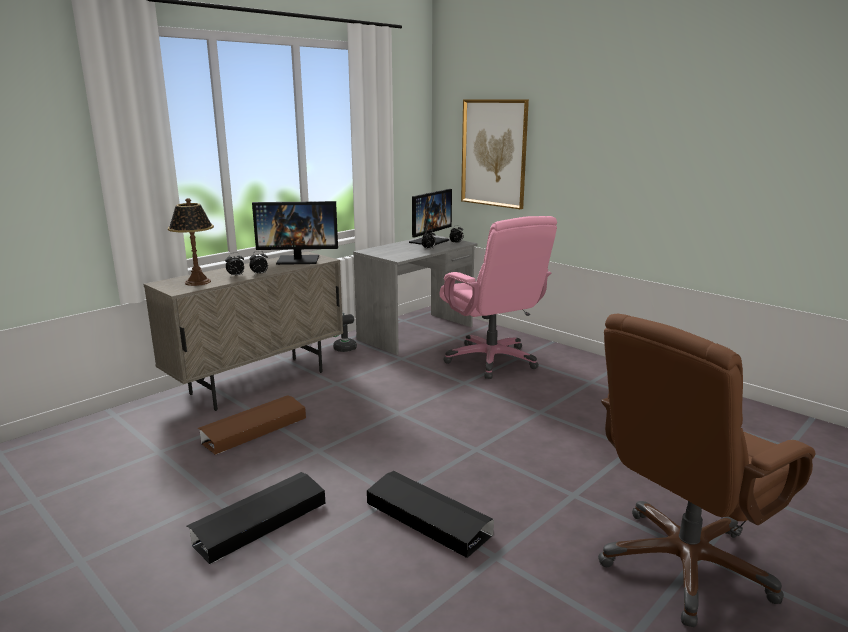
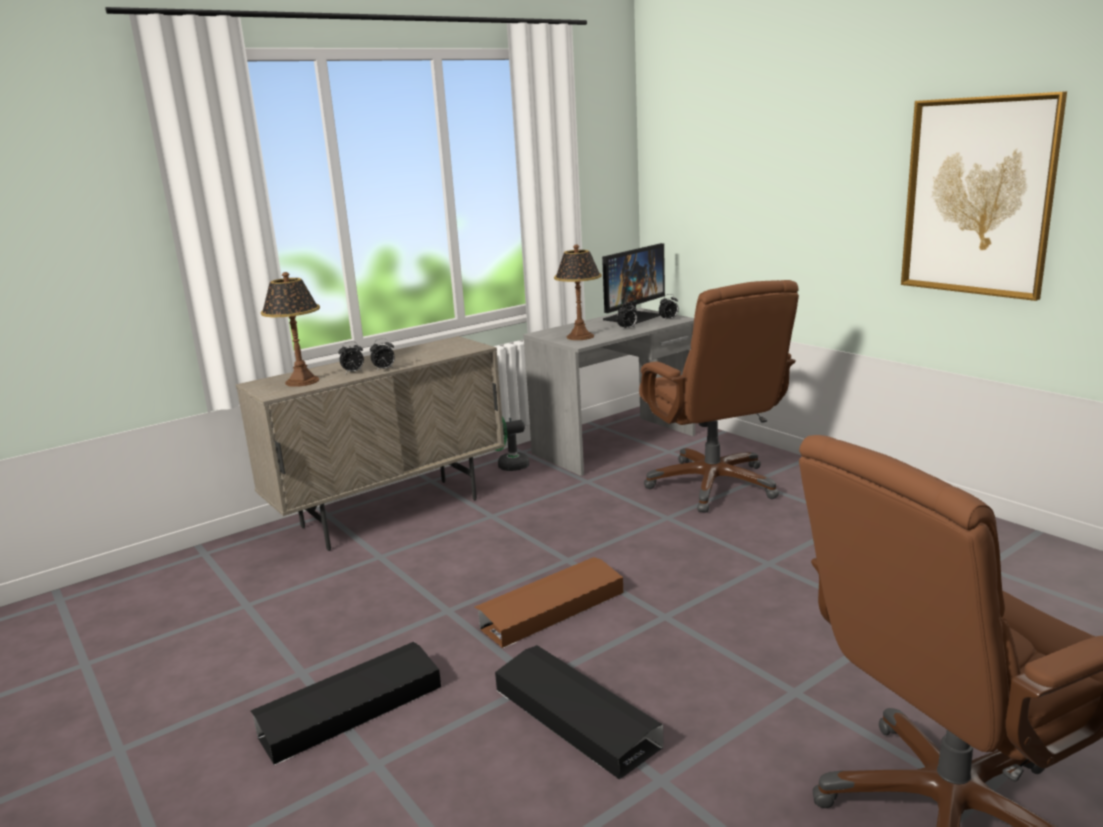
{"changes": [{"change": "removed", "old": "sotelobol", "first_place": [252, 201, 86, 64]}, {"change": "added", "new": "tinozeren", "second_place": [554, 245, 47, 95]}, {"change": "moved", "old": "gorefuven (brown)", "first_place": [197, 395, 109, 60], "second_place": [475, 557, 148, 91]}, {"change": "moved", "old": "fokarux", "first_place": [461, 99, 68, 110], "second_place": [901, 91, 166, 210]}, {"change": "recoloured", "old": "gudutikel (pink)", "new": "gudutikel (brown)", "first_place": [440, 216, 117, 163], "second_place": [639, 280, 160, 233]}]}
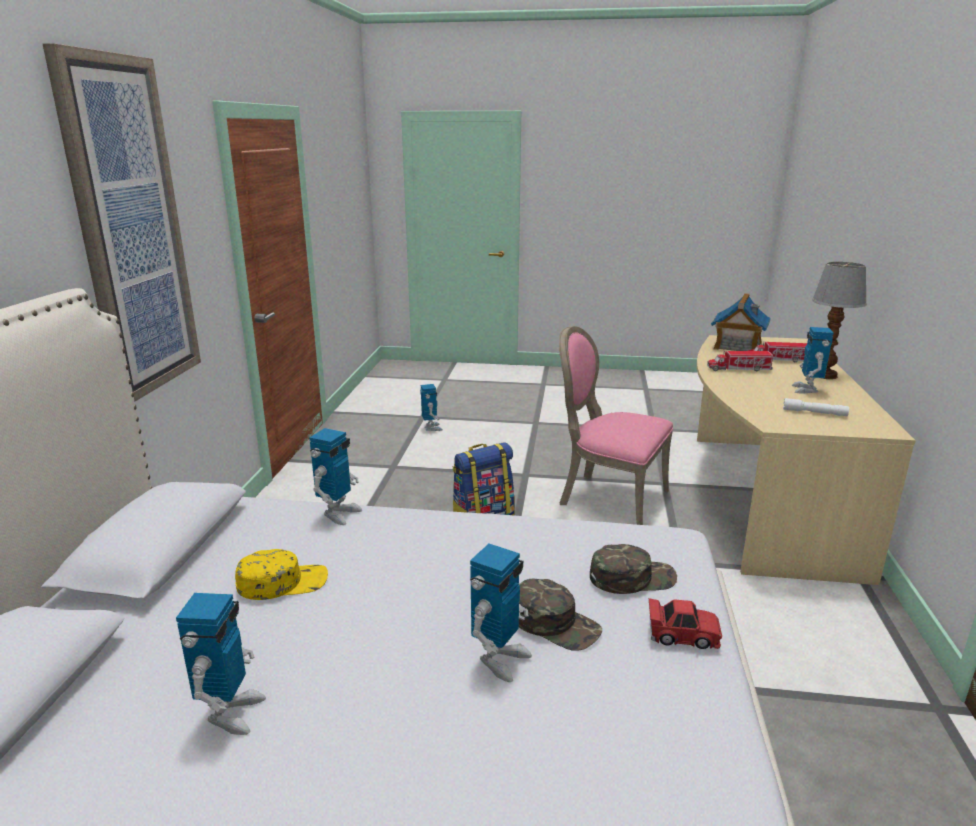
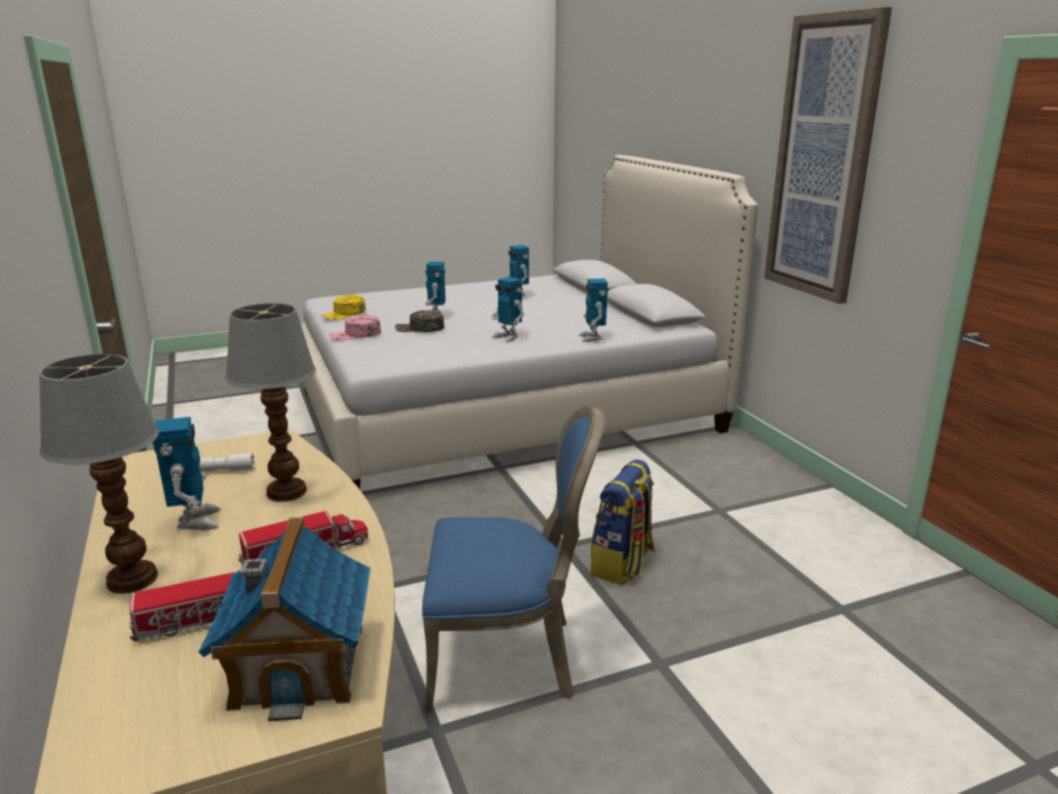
{"changes": [{"change": "removed", "old": "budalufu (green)", "first_place": [590, 544, 87, 50]}, {"change": "added", "new": "tinozeren", "second_place": [225, 303, 91, 199]}, {"change": "moved", "old": "budalufu (yellow)", "first_place": [235, 549, 93, 51], "second_place": [321, 295, 45, 25]}, {"change": "moved", "old": "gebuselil", "first_place": [420, 384, 23, 47], "second_place": [492, 277, 32, 65]}, {"change": "replaced", "old": "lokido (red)", "new": "budalufu (pink)", "first_place": [649, 598, 73, 51], "second_place": [329, 315, 52, 25]}, {"change": "recoloured", "old": "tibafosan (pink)", "new": "tibafosan (blue)", "first_place": [559, 326, 114, 199], "second_place": [422, 406, 183, 308]}]}
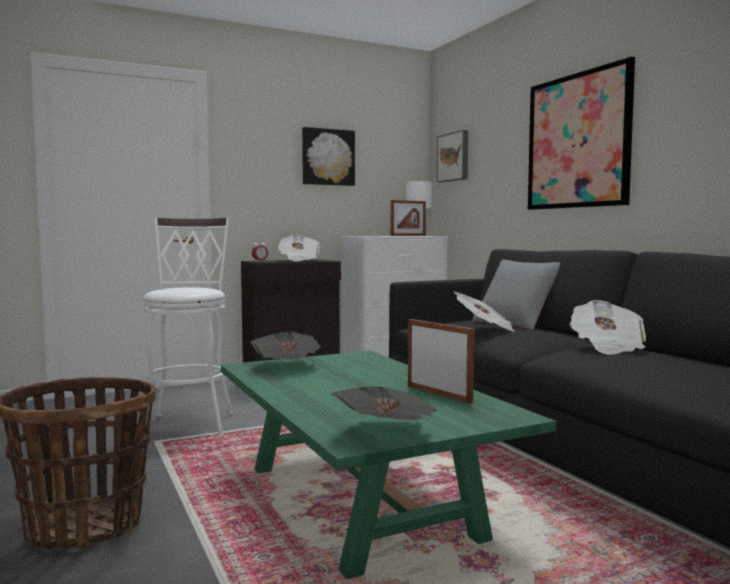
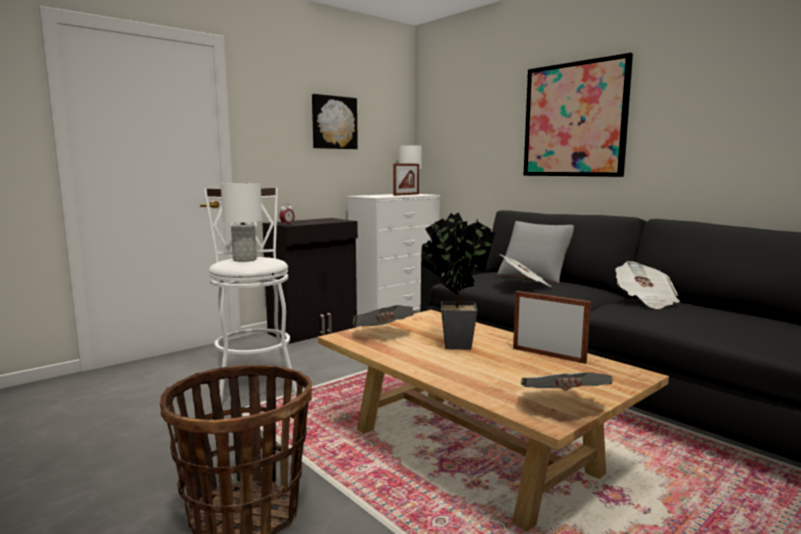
{"changes": [{"change": "removed", "old": "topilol", "first_place": [277, 235, 43, 26]}, {"change": "removed", "old": "fokarux", "first_place": [437, 130, 31, 52]}, {"change": "added", "new": "tinozeren (white)", "second_place": [221, 183, 41, 79]}, {"change": "added", "new": "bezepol", "second_place": [422, 212, 73, 138]}, {"change": "recoloured", "old": "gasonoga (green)", "new": "gasonoga (beige)", "first_place": [221, 351, 335, 228], "second_place": [318, 310, 351, 222]}]}
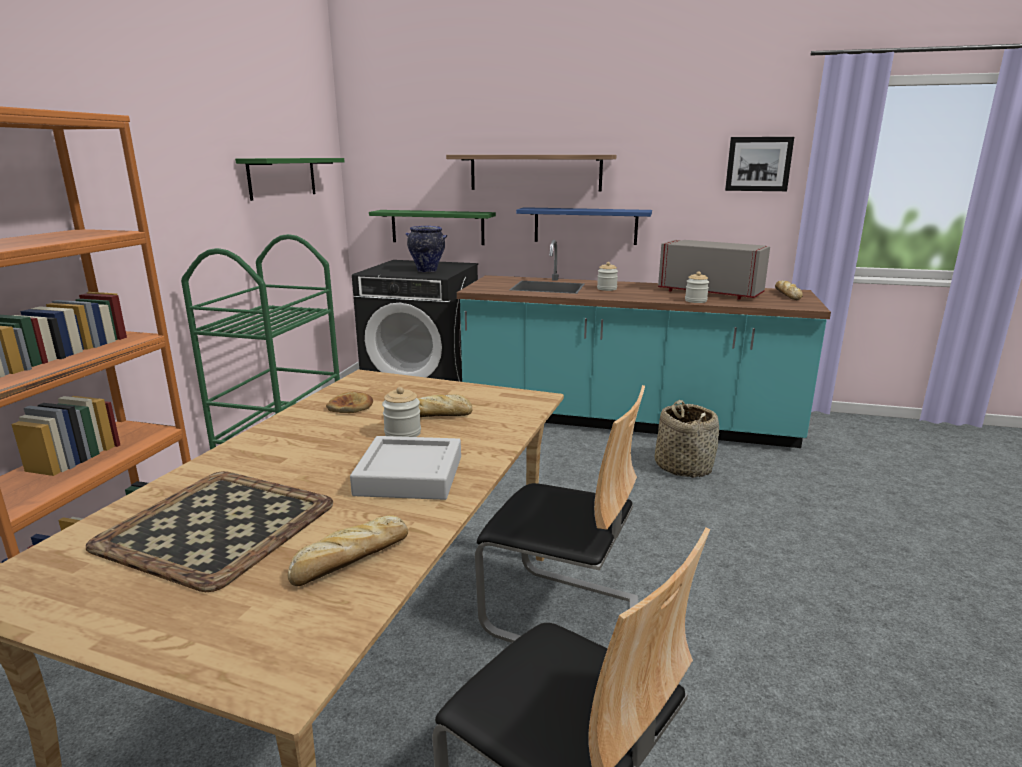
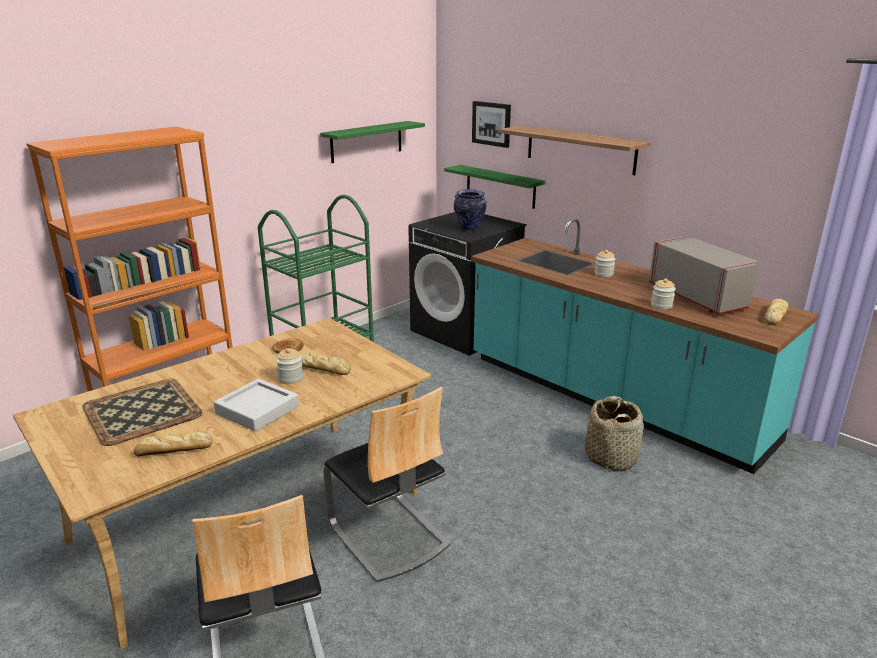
{"changes": [{"change": "removed", "old": "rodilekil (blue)", "first_place": [516, 207, 136, 38]}, {"change": "moved", "old": "fokarux", "first_place": [725, 137, 69, 54], "second_place": [472, 101, 39, 47]}]}
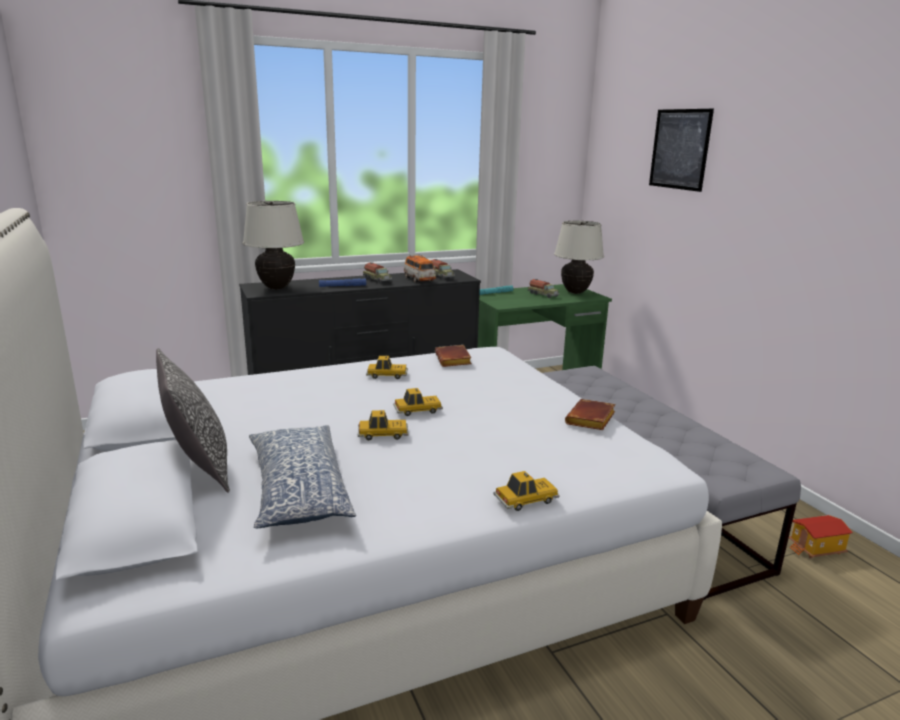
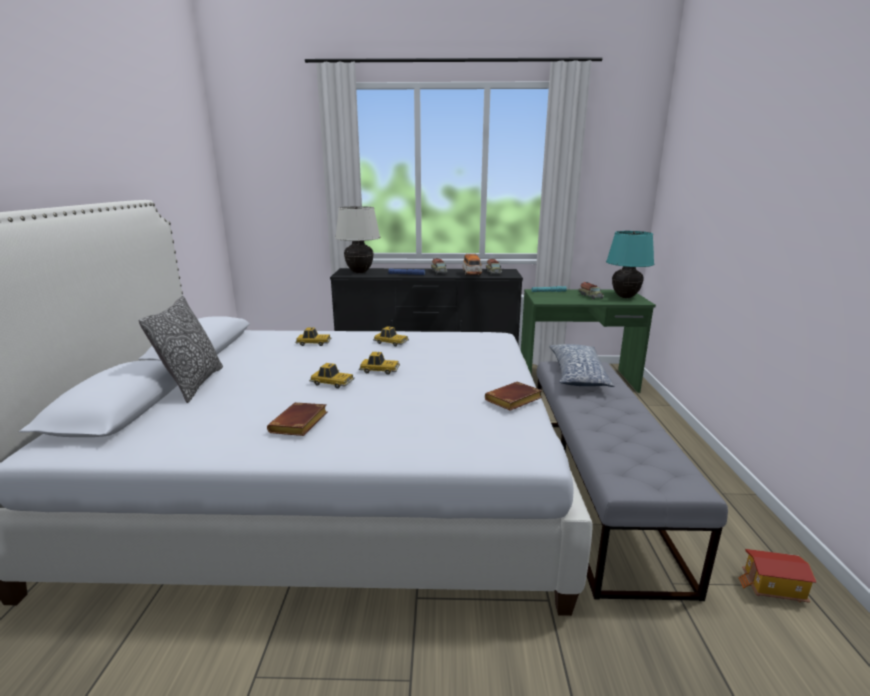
{"changes": [{"change": "removed", "old": "fokarux", "first_place": [649, 109, 65, 83]}, {"change": "moved", "old": "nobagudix", "first_place": [249, 425, 107, 104], "second_place": [549, 344, 65, 43]}, {"change": "moved", "old": "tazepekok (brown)", "first_place": [435, 345, 37, 22], "second_place": [267, 402, 60, 34]}, {"change": "moved", "old": "lokido", "first_place": [493, 471, 67, 40], "second_place": [295, 327, 36, 19]}, {"change": "recoloured", "old": "tinozeren (beige)", "new": "tinozeren (turquoise)", "first_place": [554, 221, 50, 73], "second_place": [606, 231, 49, 67]}]}
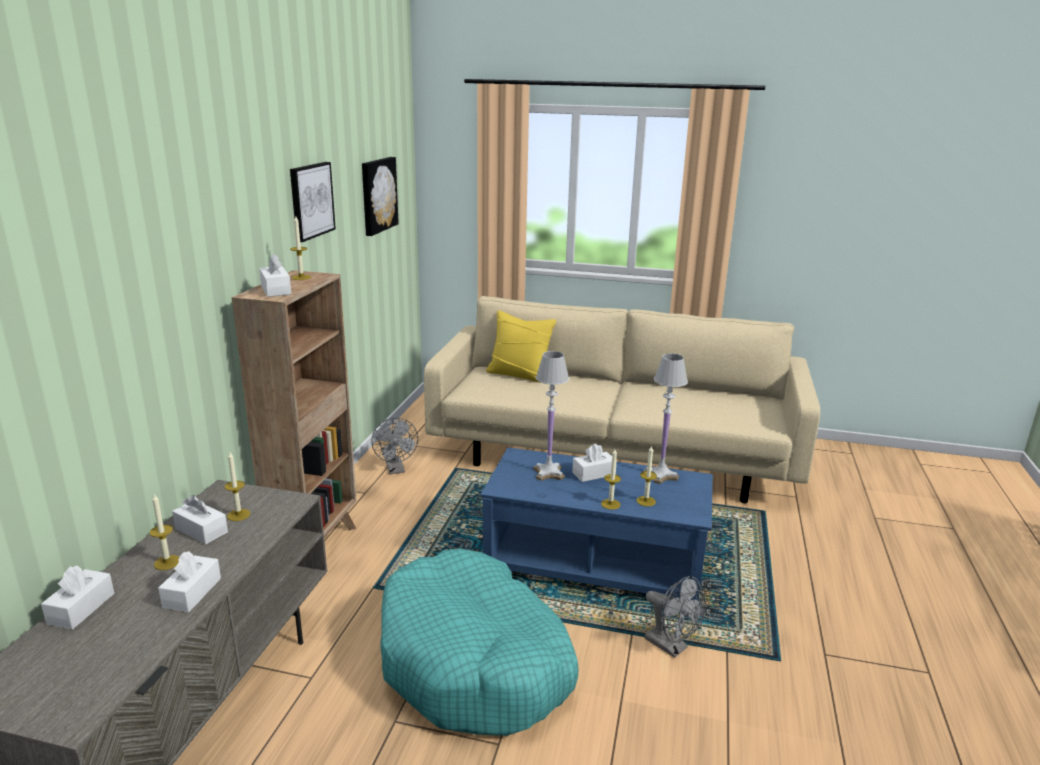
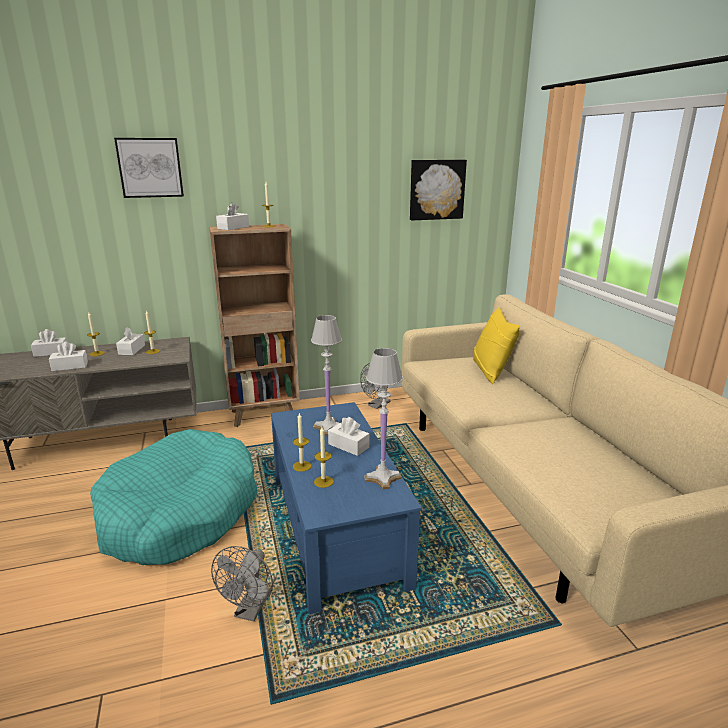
{"changes": [{"change": "moved", "old": "fokarux", "first_place": [290, 162, 46, 80], "second_place": [114, 138, 70, 60]}]}
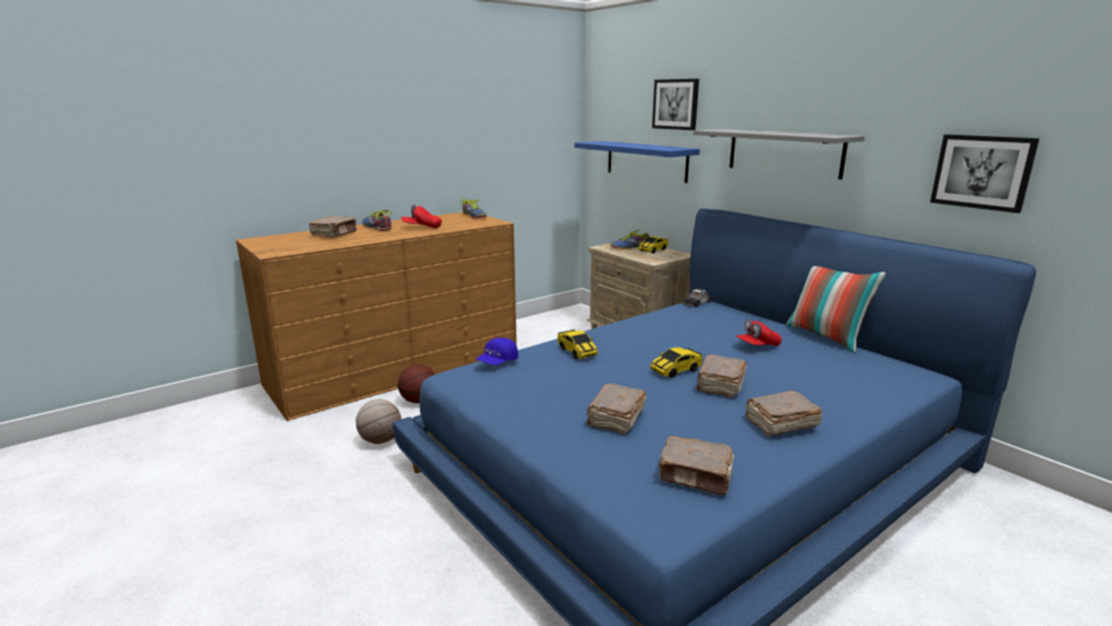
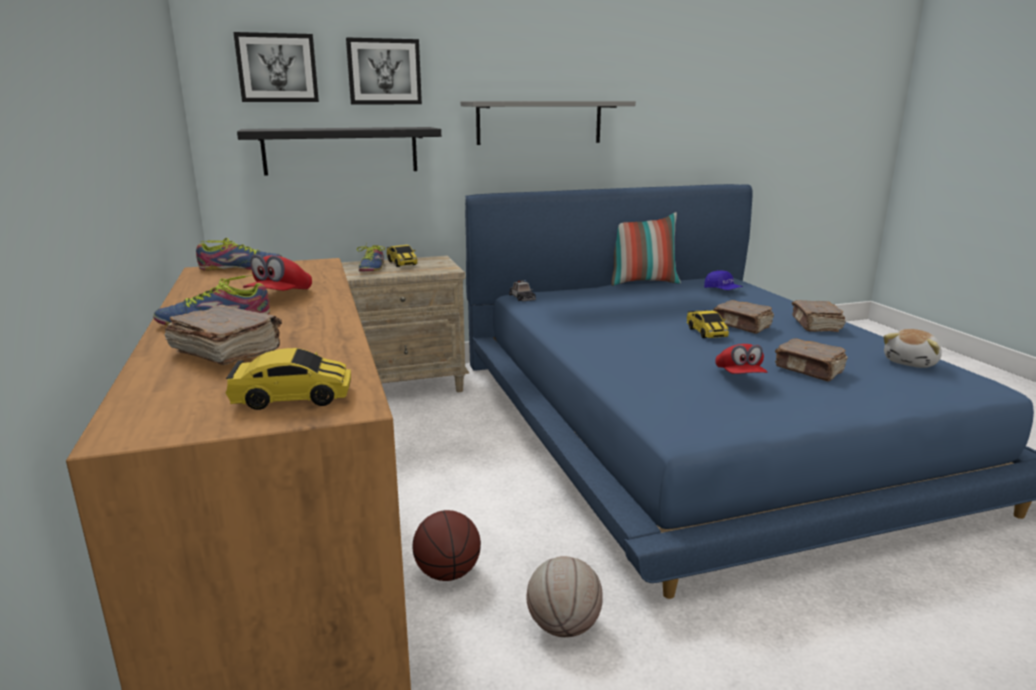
{"changes": [{"change": "moved", "old": "budalufu (blue)", "first_place": [476, 338, 42, 27], "second_place": [704, 270, 39, 20]}, {"change": "moved", "old": "lokido", "first_place": [557, 330, 41, 29], "second_place": [226, 348, 125, 62]}, {"change": "moved", "old": "budalufu (red)", "first_place": [736, 319, 45, 27], "second_place": [715, 344, 52, 30]}, {"change": "moved", "old": "fokarux", "first_place": [930, 134, 110, 79], "second_place": [233, 32, 86, 70]}, {"change": "replaced", "old": "tazepekok (brown)", "new": "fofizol", "first_place": [658, 436, 76, 60], "second_place": [883, 329, 59, 39]}, {"change": "recoloured", "old": "rodilekil (blue)", "new": "rodilekil (black)", "first_place": [574, 141, 126, 42], "second_place": [237, 127, 204, 49]}]}
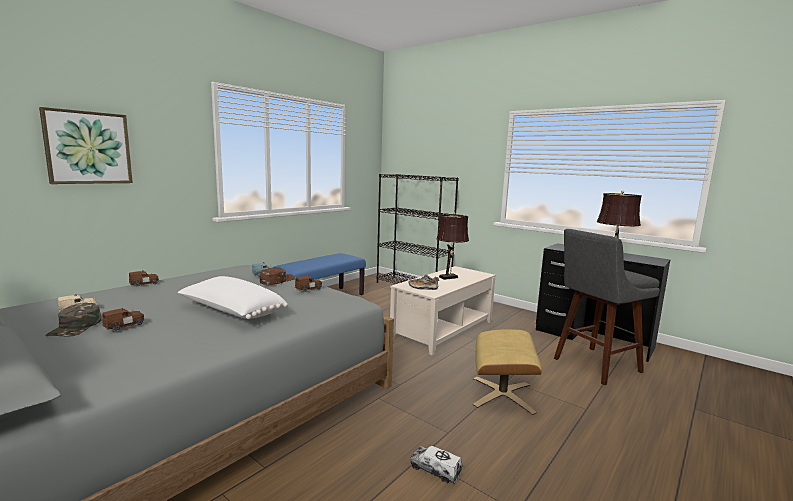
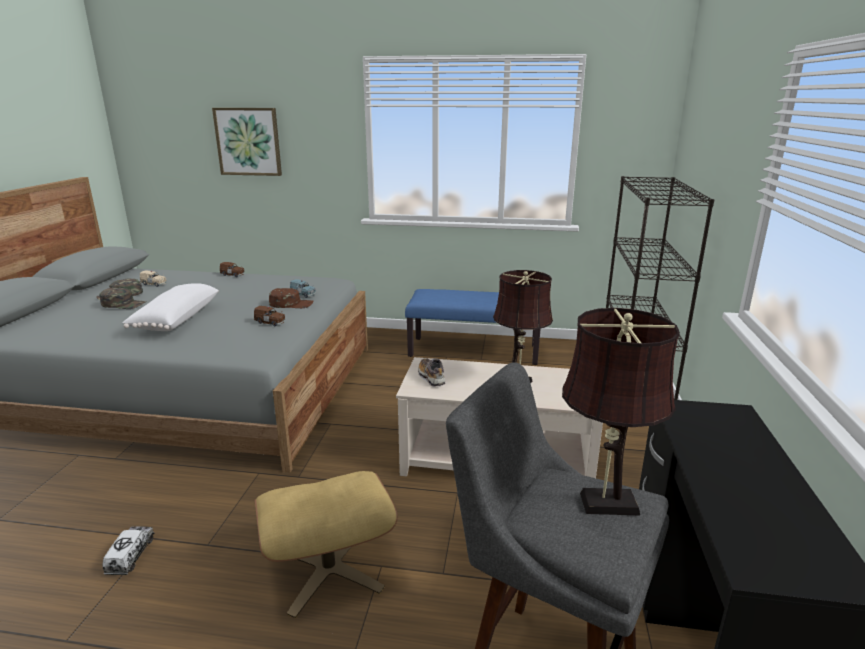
{"changes": [{"change": "replaced", "old": "lokido (brown)", "new": "budalufu (green)", "first_place": [102, 308, 42, 23], "second_place": [99, 288, 47, 21]}]}
